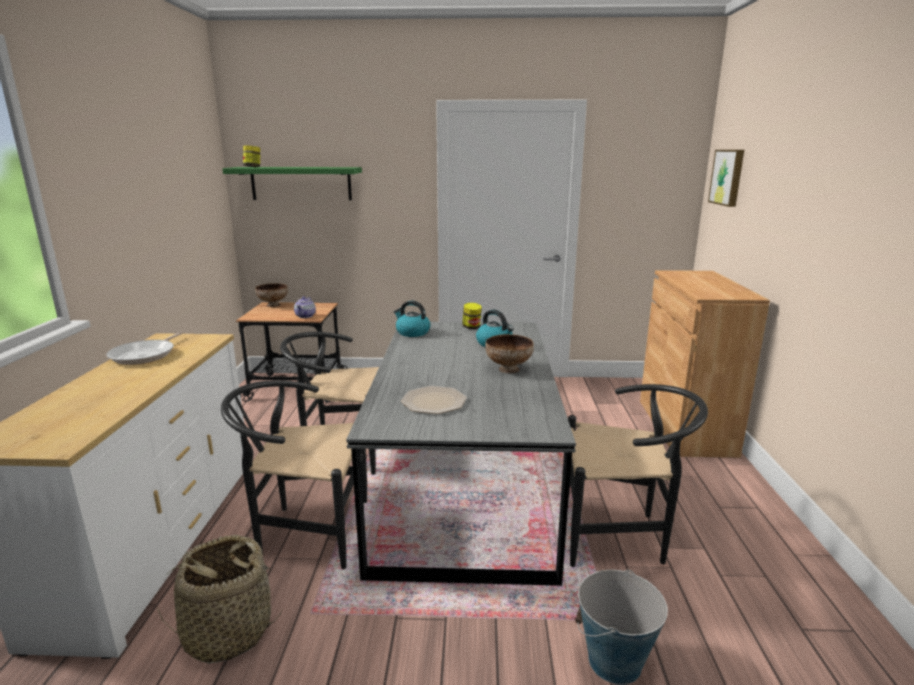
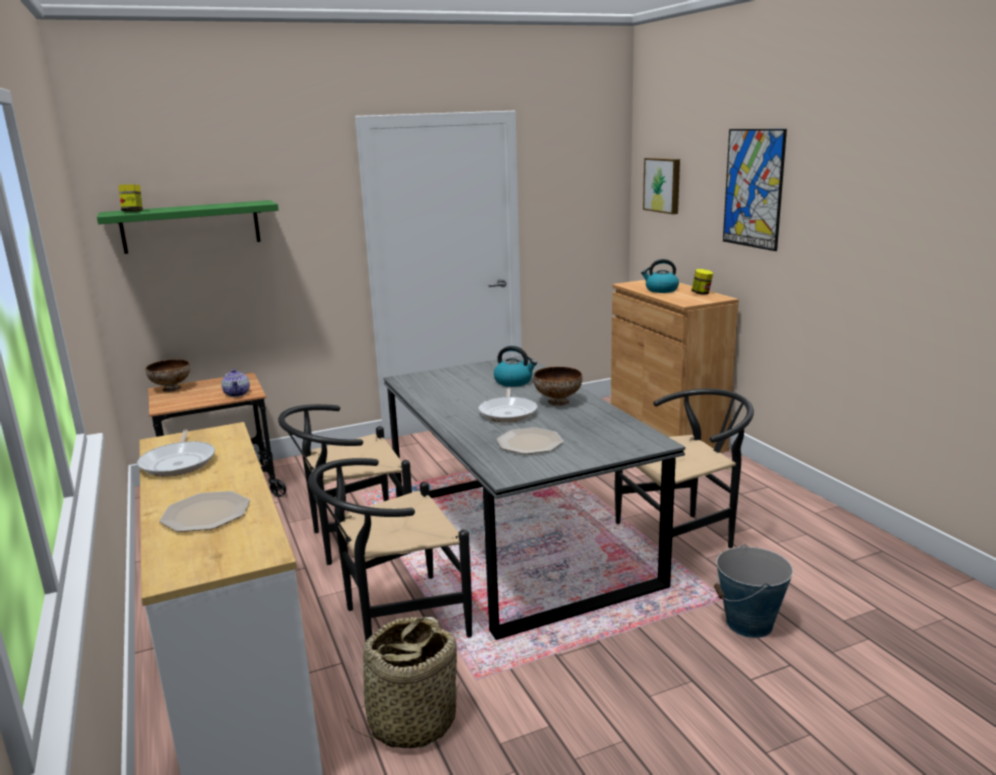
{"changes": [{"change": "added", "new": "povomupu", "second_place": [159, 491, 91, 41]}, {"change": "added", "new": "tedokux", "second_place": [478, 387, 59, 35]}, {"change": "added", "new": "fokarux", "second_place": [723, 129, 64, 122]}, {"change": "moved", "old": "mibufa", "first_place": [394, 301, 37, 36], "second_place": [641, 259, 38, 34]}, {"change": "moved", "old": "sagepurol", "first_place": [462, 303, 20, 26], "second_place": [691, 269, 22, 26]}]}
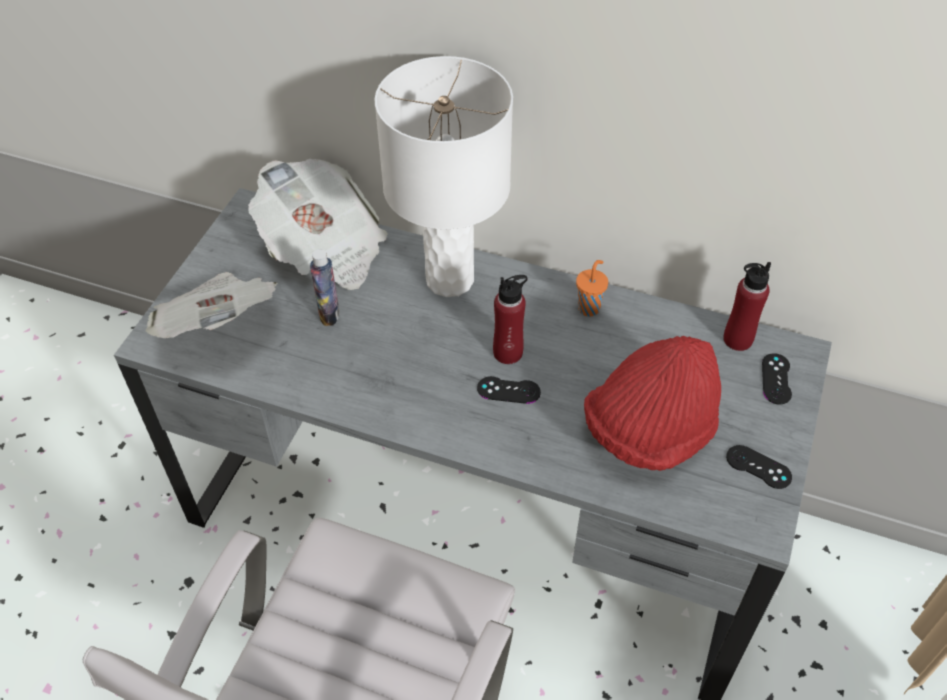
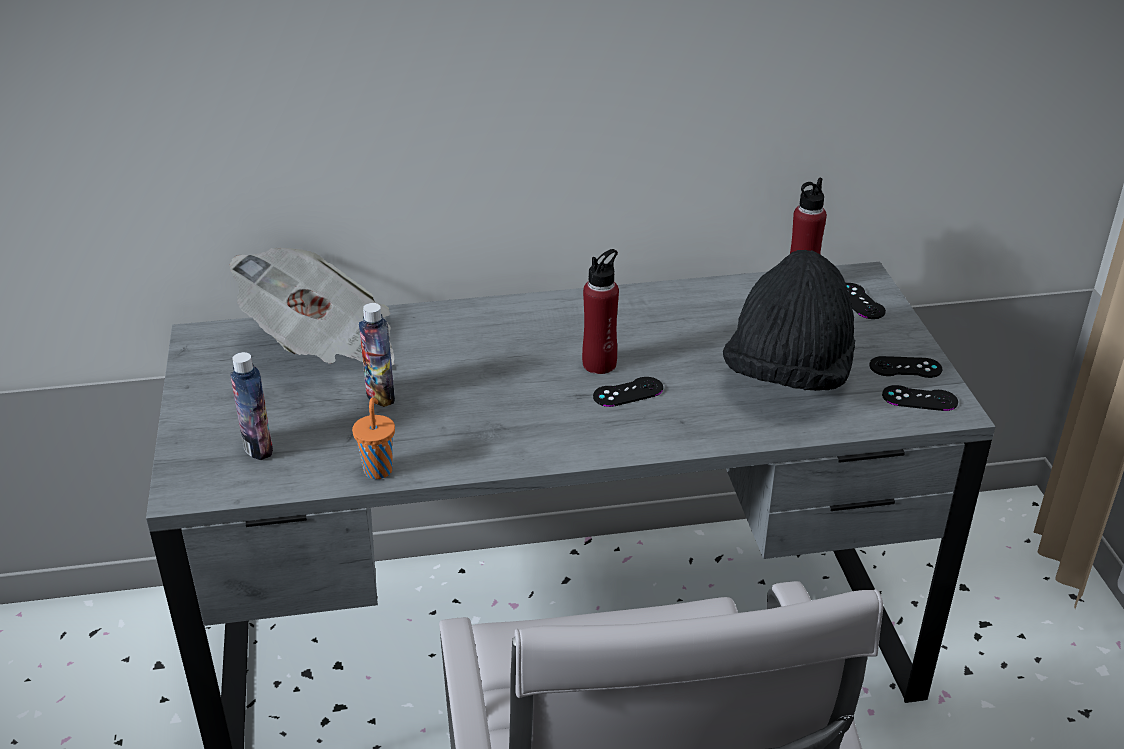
{"changes": [{"change": "removed", "old": "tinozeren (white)", "first_place": [375, 56, 138, 241]}, {"change": "added", "new": "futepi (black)", "second_place": [882, 385, 76, 26]}, {"change": "moved", "old": "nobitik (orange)", "first_place": [576, 260, 32, 56], "second_place": [352, 397, 43, 82]}, {"change": "replaced", "old": "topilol", "new": "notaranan", "first_place": [145, 272, 133, 66], "second_place": [230, 352, 43, 108]}, {"change": "recoloured", "old": "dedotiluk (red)", "new": "dedotiluk (black)", "first_place": [584, 336, 137, 135], "second_place": [723, 250, 132, 141]}]}
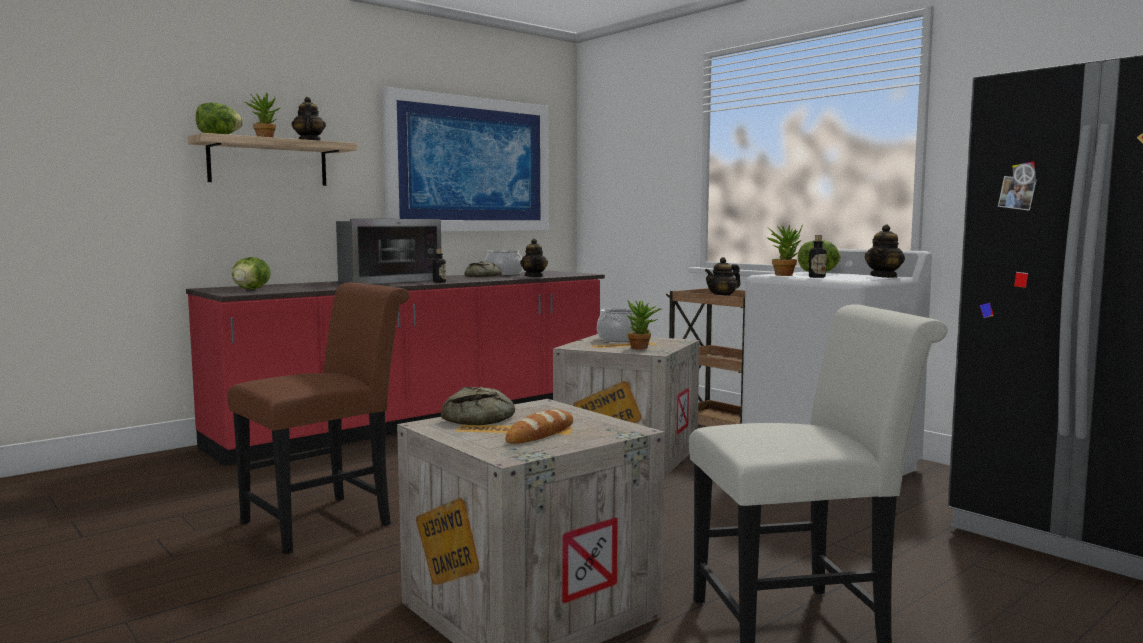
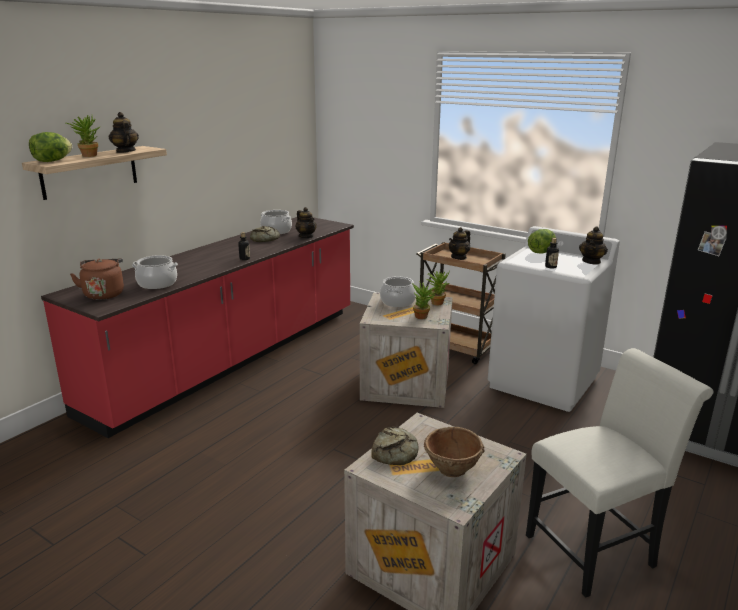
{"changes": [{"change": "removed", "old": "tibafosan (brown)", "first_place": [228, 282, 182, 273]}, {"change": "removed", "old": "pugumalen", "first_place": [336, 219, 105, 65]}, {"change": "removed", "old": "fokarux", "first_place": [382, 87, 167, 144]}, {"change": "added", "new": "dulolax", "second_place": [132, 255, 46, 34]}, {"change": "moved", "old": "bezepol", "first_place": [766, 224, 37, 52], "second_place": [427, 270, 23, 35]}, {"change": "replaced", "old": "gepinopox", "new": "mibufa (brown)", "first_place": [232, 257, 39, 32], "second_place": [70, 258, 54, 42]}, {"change": "replaced", "old": "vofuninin", "new": "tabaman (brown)", "first_place": [505, 409, 68, 35], "second_place": [424, 427, 60, 50]}]}
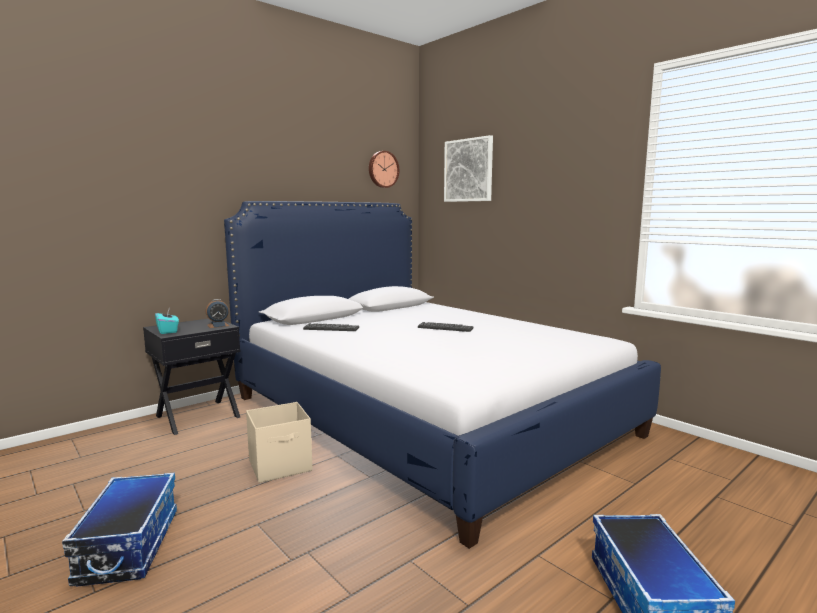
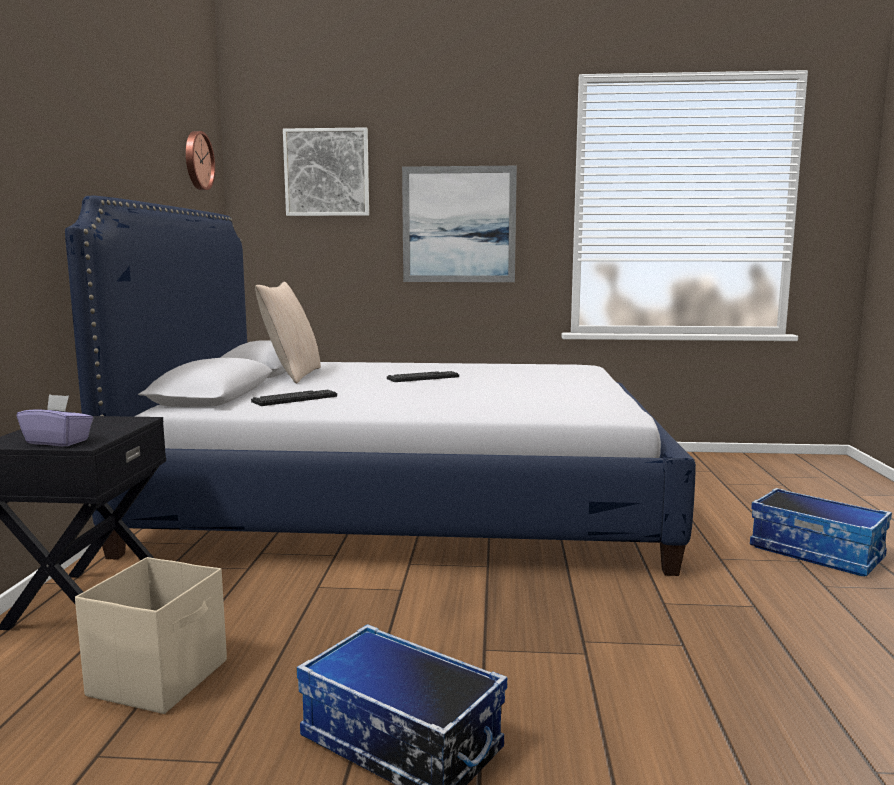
{"changes": [{"change": "removed", "old": "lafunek", "first_place": [206, 299, 23, 29]}, {"change": "added", "new": "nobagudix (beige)", "second_place": [255, 282, 66, 102]}, {"change": "added", "new": "fokarux", "second_place": [402, 166, 115, 116]}, {"change": "moved", "old": "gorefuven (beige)", "first_place": [246, 402, 67, 81], "second_place": [75, 557, 152, 157]}, {"change": "recoloured", "old": "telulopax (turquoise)", "new": "telulopax (purple)", "first_place": [155, 308, 24, 26], "second_place": [17, 394, 76, 52]}]}
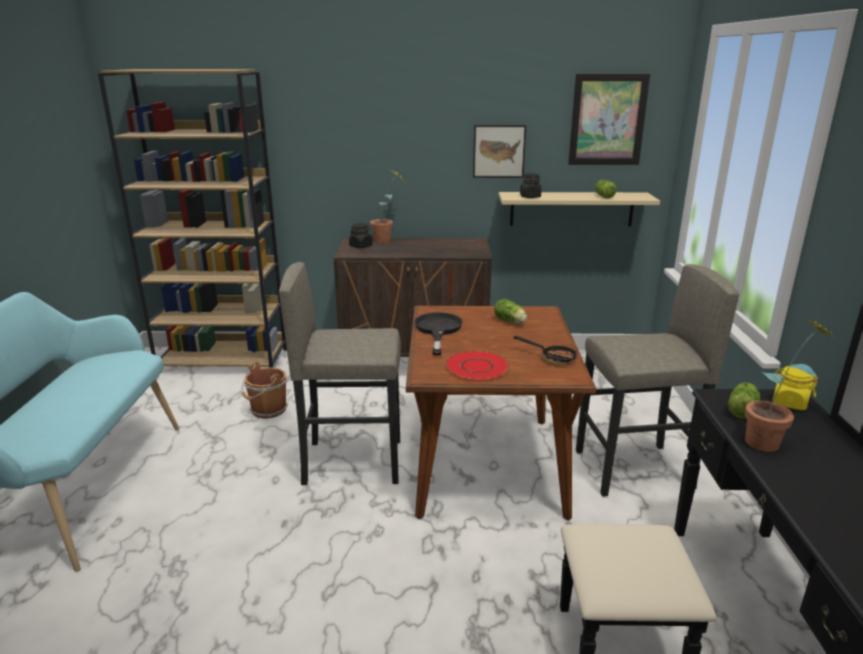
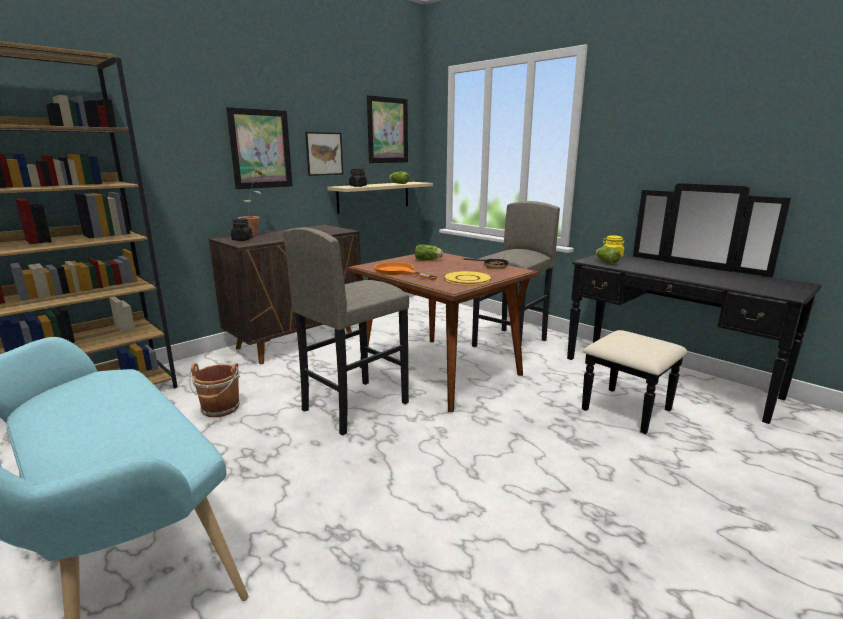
{"changes": [{"change": "removed", "old": "bezepol", "first_place": [745, 318, 89, 134]}, {"change": "added", "new": "fokarux", "second_place": [226, 107, 67, 82]}, {"change": "recoloured", "old": "tedokux (black)", "new": "tedokux (orange)", "first_place": [414, 312, 49, 43], "second_place": [374, 262, 63, 18]}, {"change": "recoloured", "old": "povomupu (red)", "new": "povomupu (yellow)", "first_place": [445, 351, 65, 30], "second_place": [443, 271, 49, 14]}]}
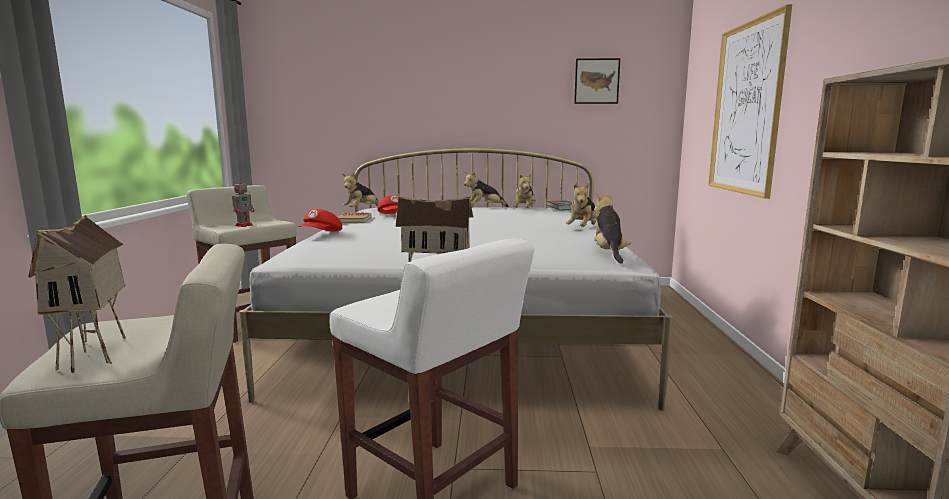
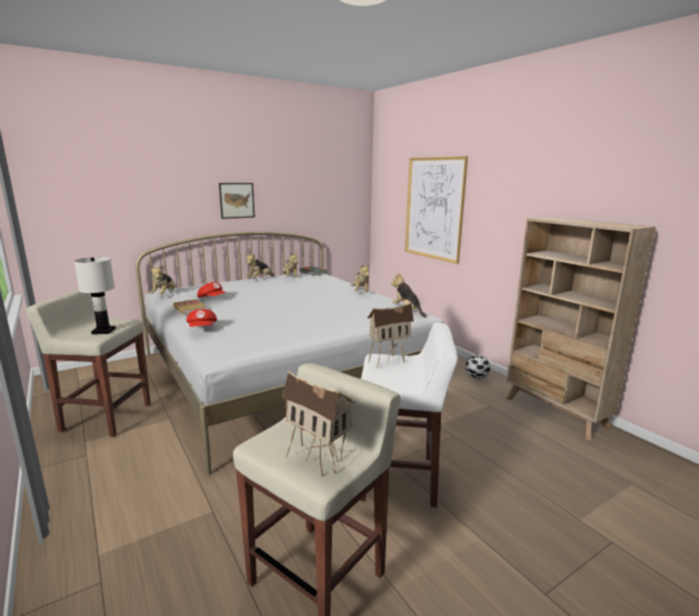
{"changes": [{"change": "added", "new": "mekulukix", "second_place": [466, 354, 25, 25]}, {"change": "moved", "old": "fokarux", "first_place": [574, 58, 46, 46], "second_place": [219, 183, 36, 36]}, {"change": "replaced", "old": "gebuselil", "new": "tinozeren (white)", "first_place": [232, 178, 22, 49], "second_place": [74, 257, 42, 77]}]}
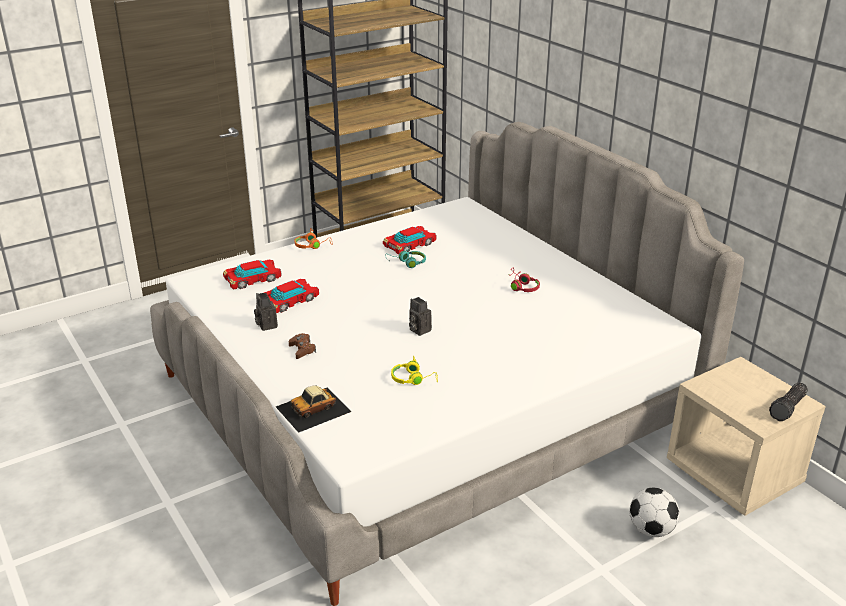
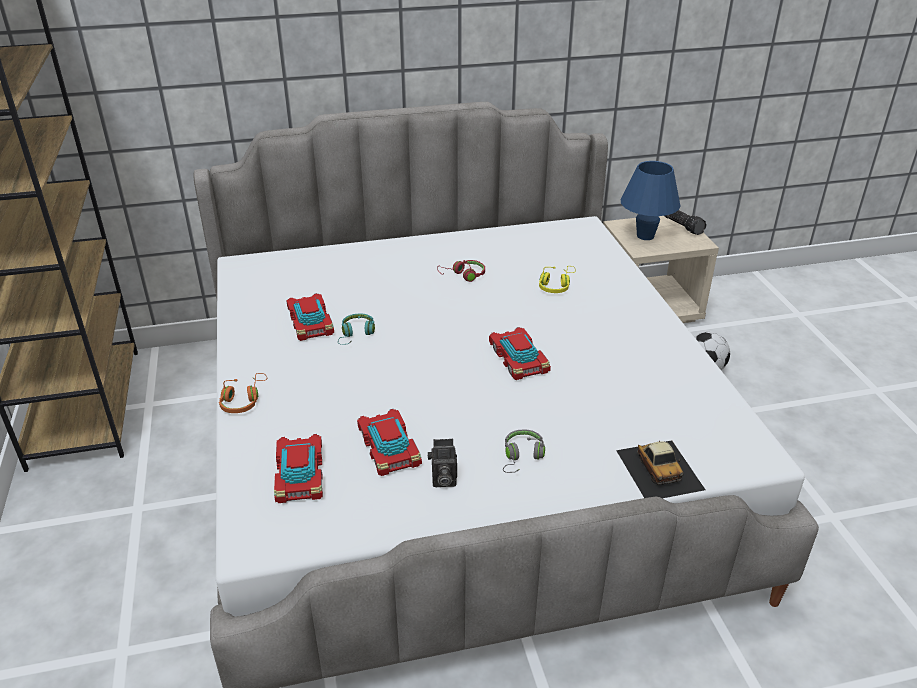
{"changes": [{"change": "added", "new": "tinozeren (blue)", "second_place": [620, 161, 60, 79]}, {"change": "moved", "old": "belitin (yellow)", "first_place": [391, 356, 47, 29], "second_place": [539, 266, 37, 27]}, {"change": "replaced", "old": "futepi (brown)", "new": "belitin (grey)", "first_place": [289, 333, 27, 26], "second_place": [503, 430, 42, 43]}, {"change": "replaced", "old": "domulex", "new": "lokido", "first_place": [409, 297, 23, 39], "second_place": [489, 327, 62, 53]}]}
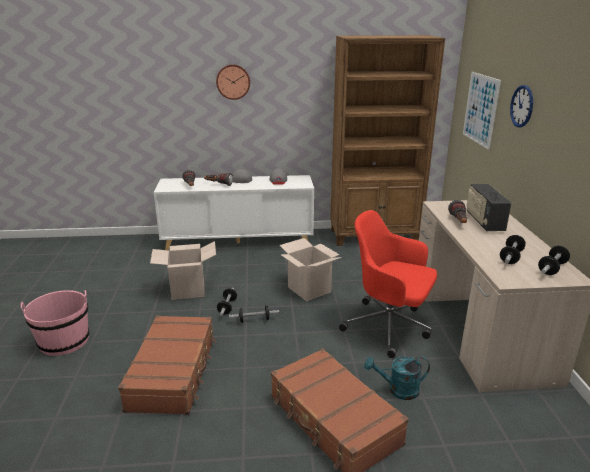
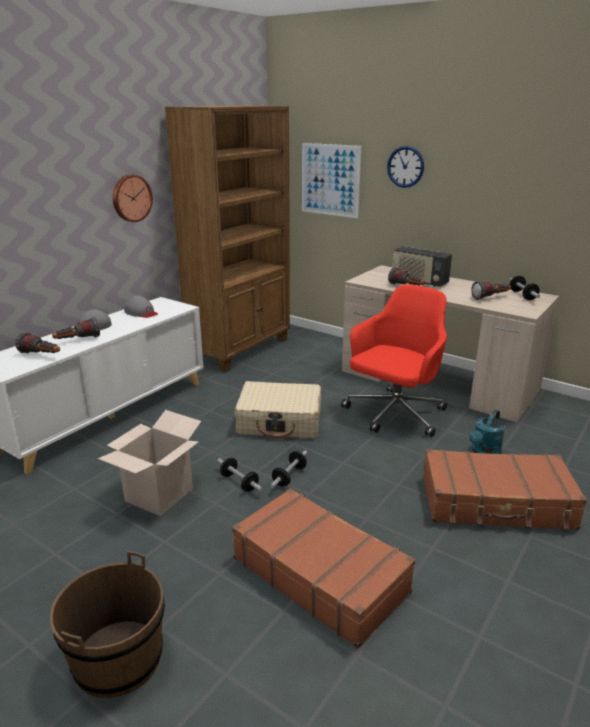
{"changes": [{"change": "moved", "old": "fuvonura", "first_place": [216, 64, 34, 36], "second_place": [113, 175, 40, 47]}, {"change": "replaced", "old": "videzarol", "new": "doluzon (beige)", "first_place": [280, 238, 62, 63], "second_place": [234, 381, 87, 58]}, {"change": "replaced", "old": "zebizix", "new": "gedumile", "first_place": [500, 235, 26, 29], "second_place": [471, 281, 40, 19]}, {"change": "recoloured", "old": "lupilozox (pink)", "new": "lupilozox (brown)", "first_place": [21, 290, 68, 66], "second_place": [50, 551, 115, 147]}, {"change": "turned", "old": "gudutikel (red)", "first_place": [339, 210, 98, 148], "second_place": [341, 285, 106, 152], "degrees": 150}]}
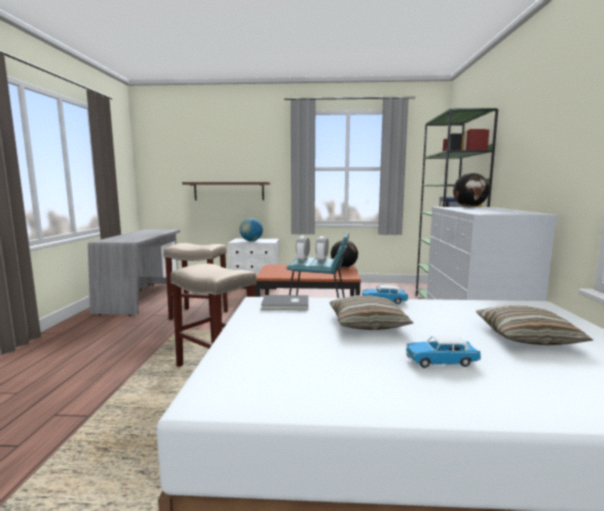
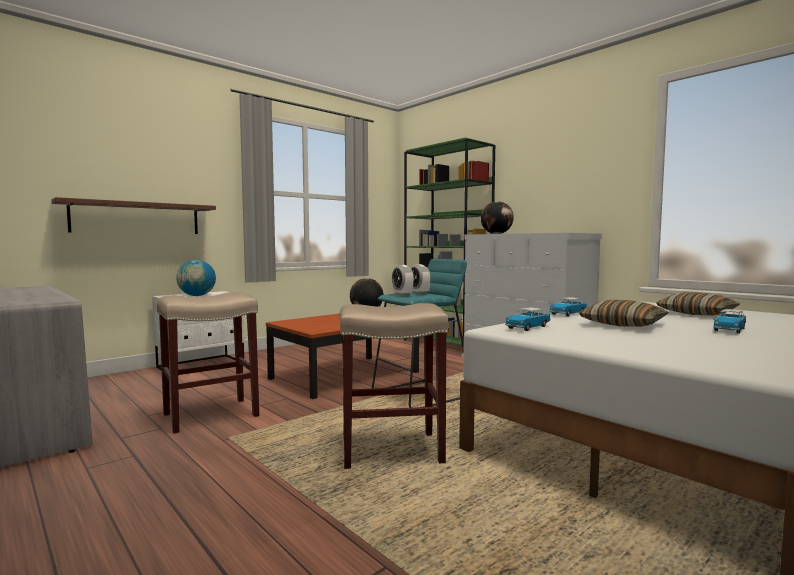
{"changes": [{"change": "replaced", "old": "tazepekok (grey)", "new": "lokido", "first_place": [261, 295, 47, 15], "second_place": [505, 308, 45, 23]}]}
